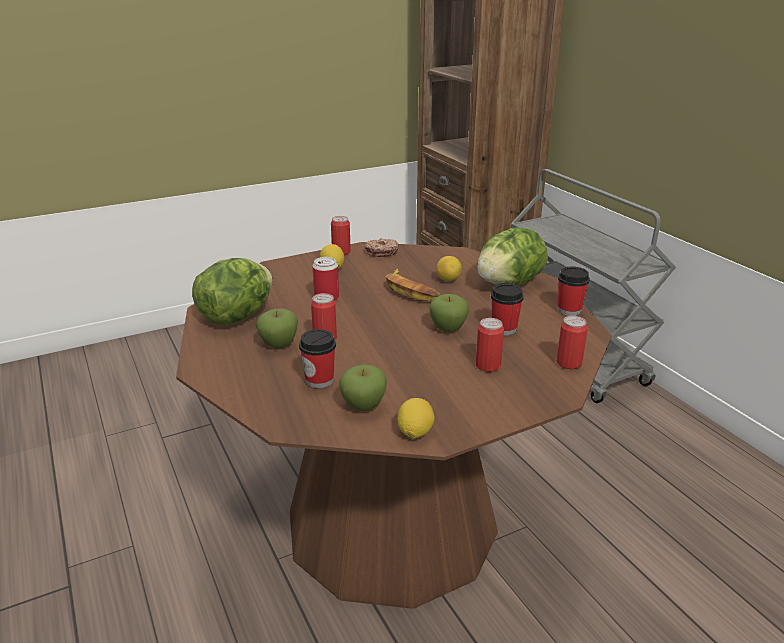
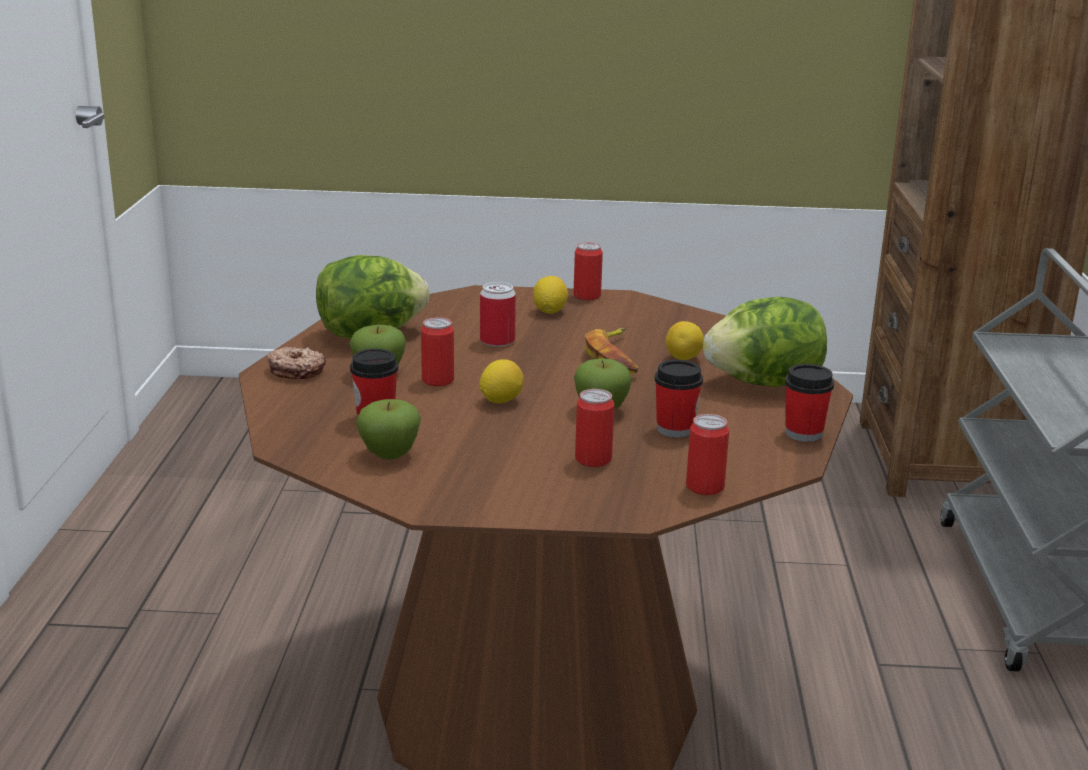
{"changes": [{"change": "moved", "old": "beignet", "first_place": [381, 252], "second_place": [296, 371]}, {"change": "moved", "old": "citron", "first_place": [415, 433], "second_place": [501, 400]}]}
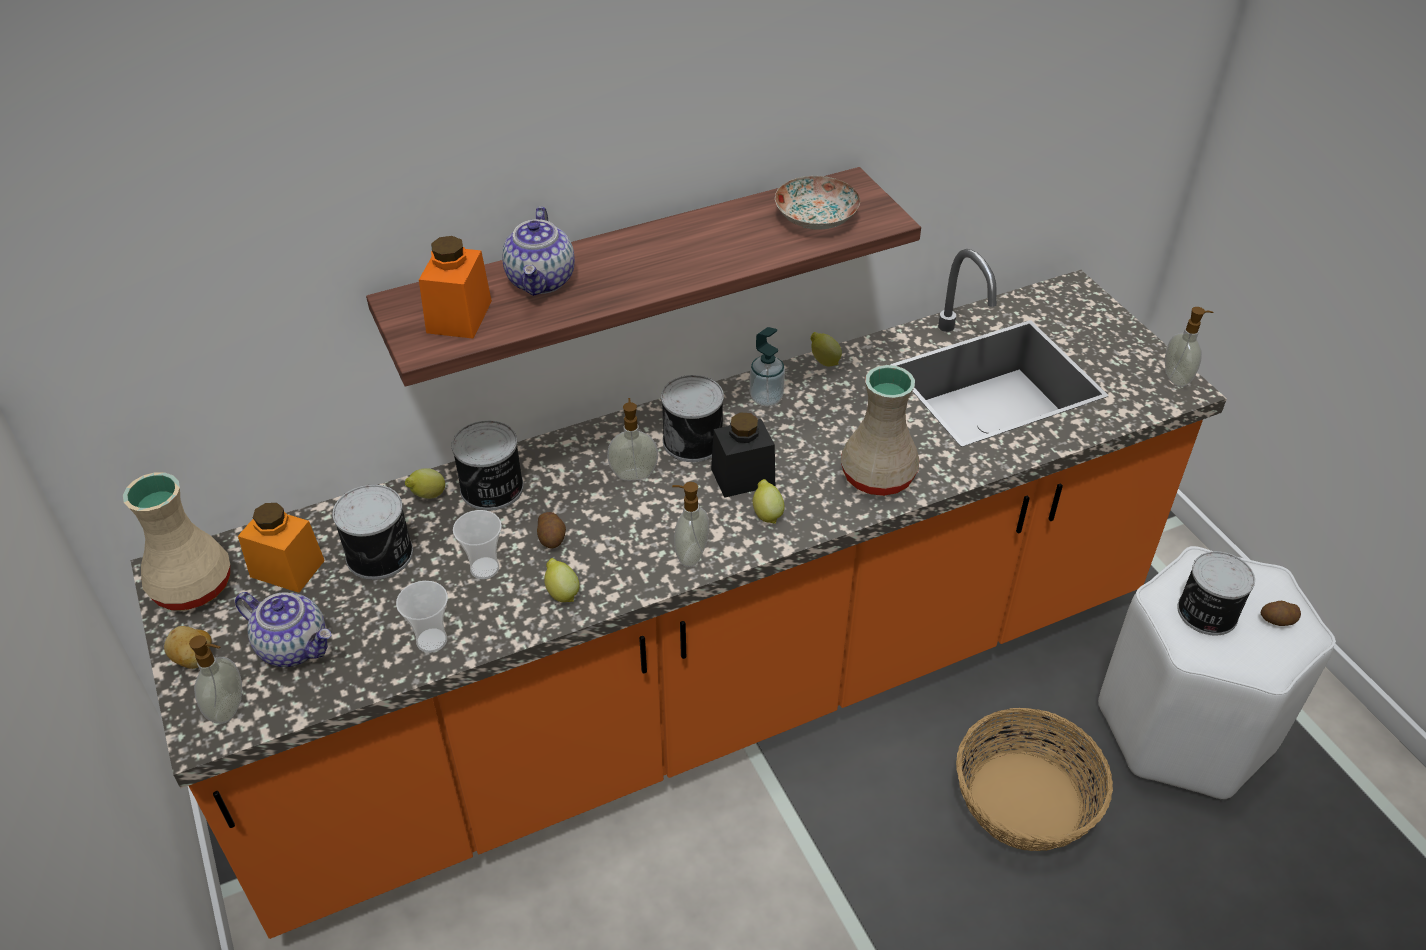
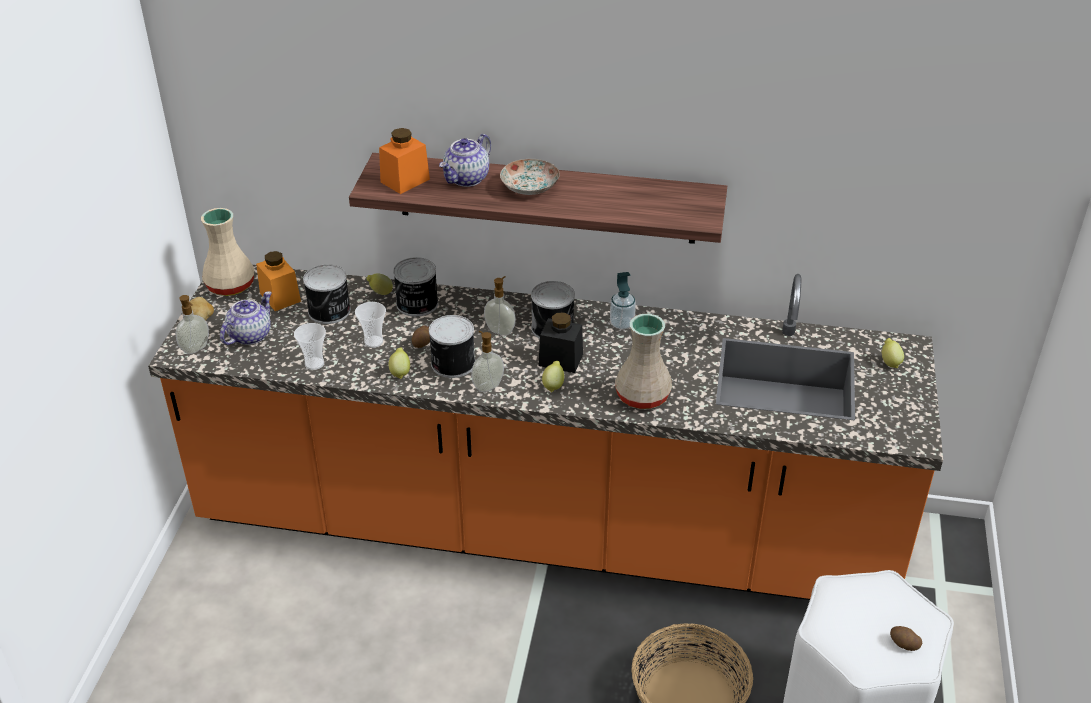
{"changes": [{"change": "removed", "old": "distributeur de savon", "first_place": [1177, 377]}, {"change": "moved", "old": "assiette", "first_place": [817, 218], "second_place": [530, 187]}, {"change": "moved", "old": "citron", "first_place": [824, 361], "second_place": [889, 362]}, {"change": "moved", "old": "boîte métallique", "first_place": [1206, 613], "second_place": [452, 363]}, {"change": "turned", "old": "théière", "first_place": [294, 646], "second_place": [250, 335], "degrees": -120}]}
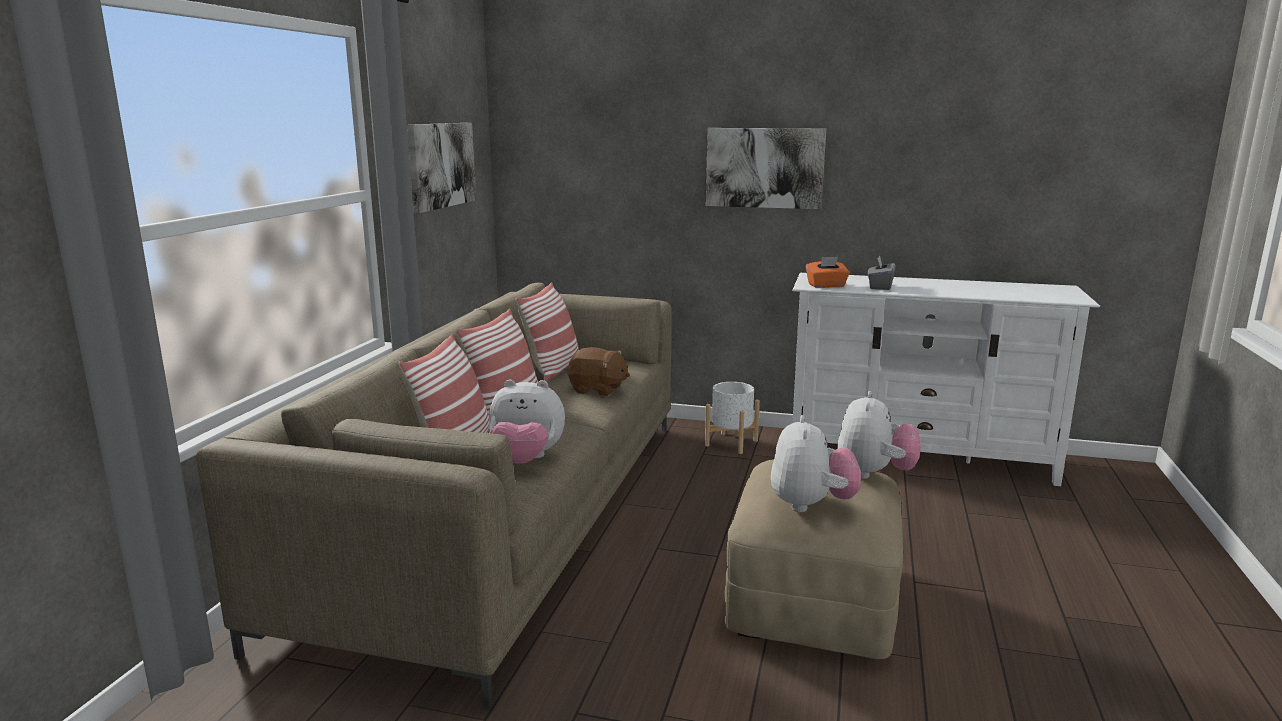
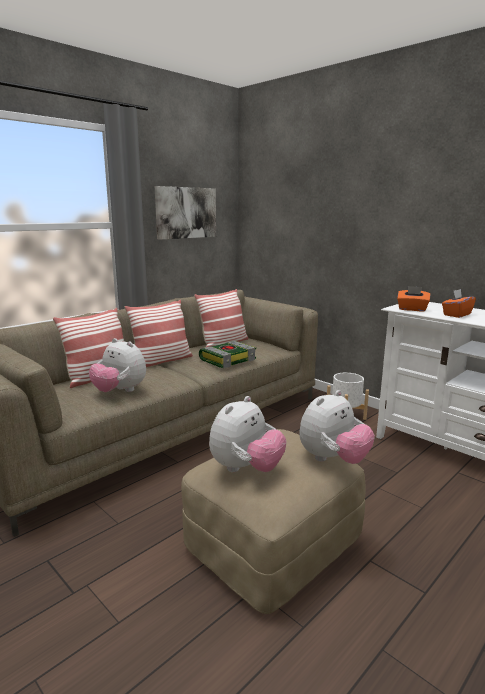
{"changes": [{"change": "removed", "old": "tableau", "first_place": [764, 168]}, {"change": "replaced", "old": "peluche/marron", "new": "livre", "first_place": [598, 390], "second_place": [227, 359]}, {"change": "recoloured", "old": "boîte à mouchoirs/gris", "new": "boîte à mouchoirs/orange", "first_place": [880, 286], "second_place": [456, 314]}]}
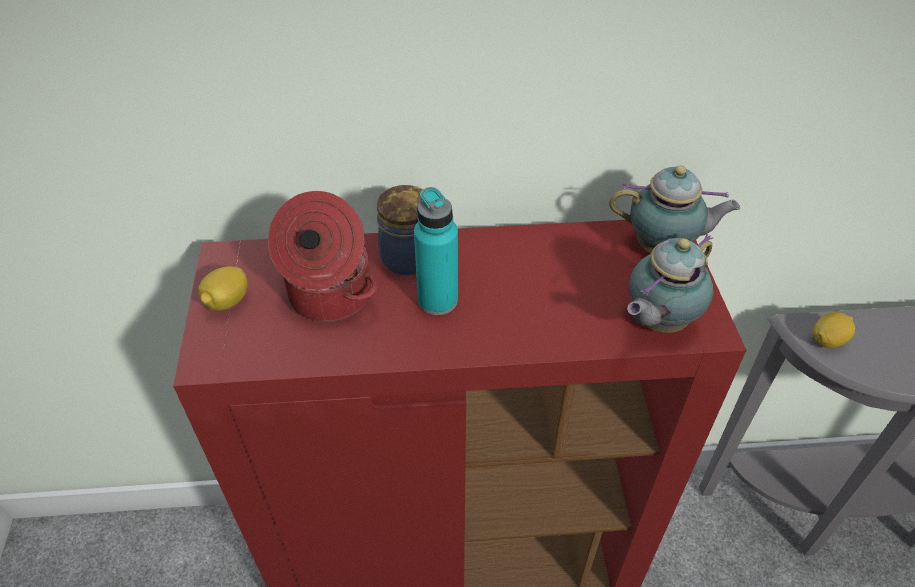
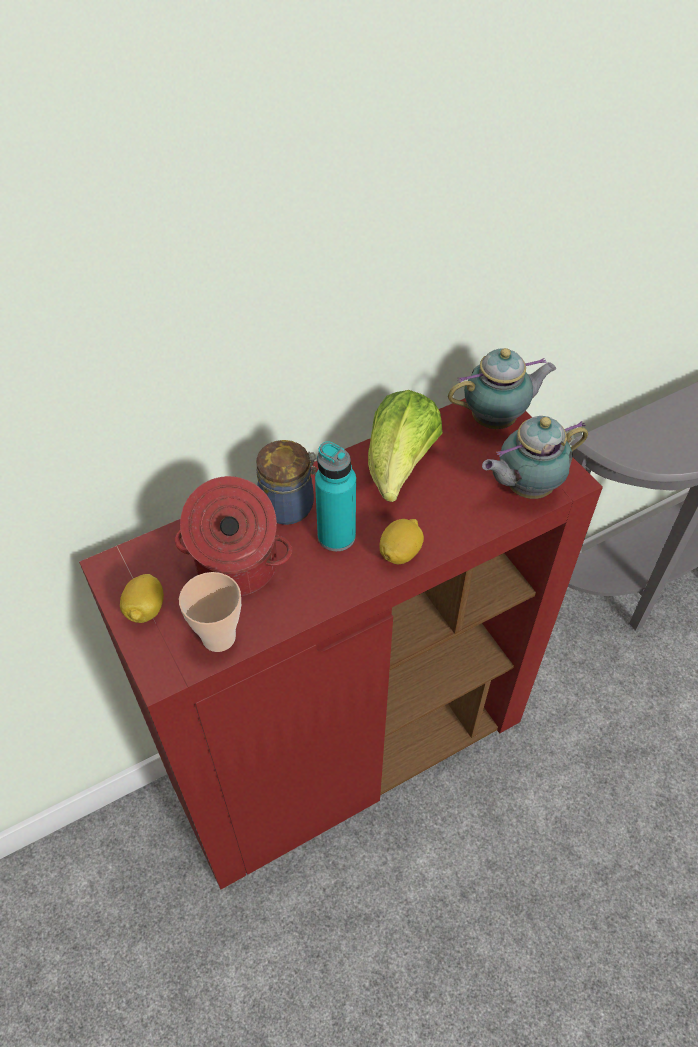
{"changes": [{"change": "added", "new": "tasse", "second_place": [219, 637]}, {"change": "added", "new": "laitue", "second_place": [399, 466]}, {"change": "moved", "old": "citron", "first_place": [828, 340], "second_place": [400, 552]}, {"change": "turned", "old": "théière", "first_place": [657, 321], "second_place": [525, 487], "degrees": 45}]}
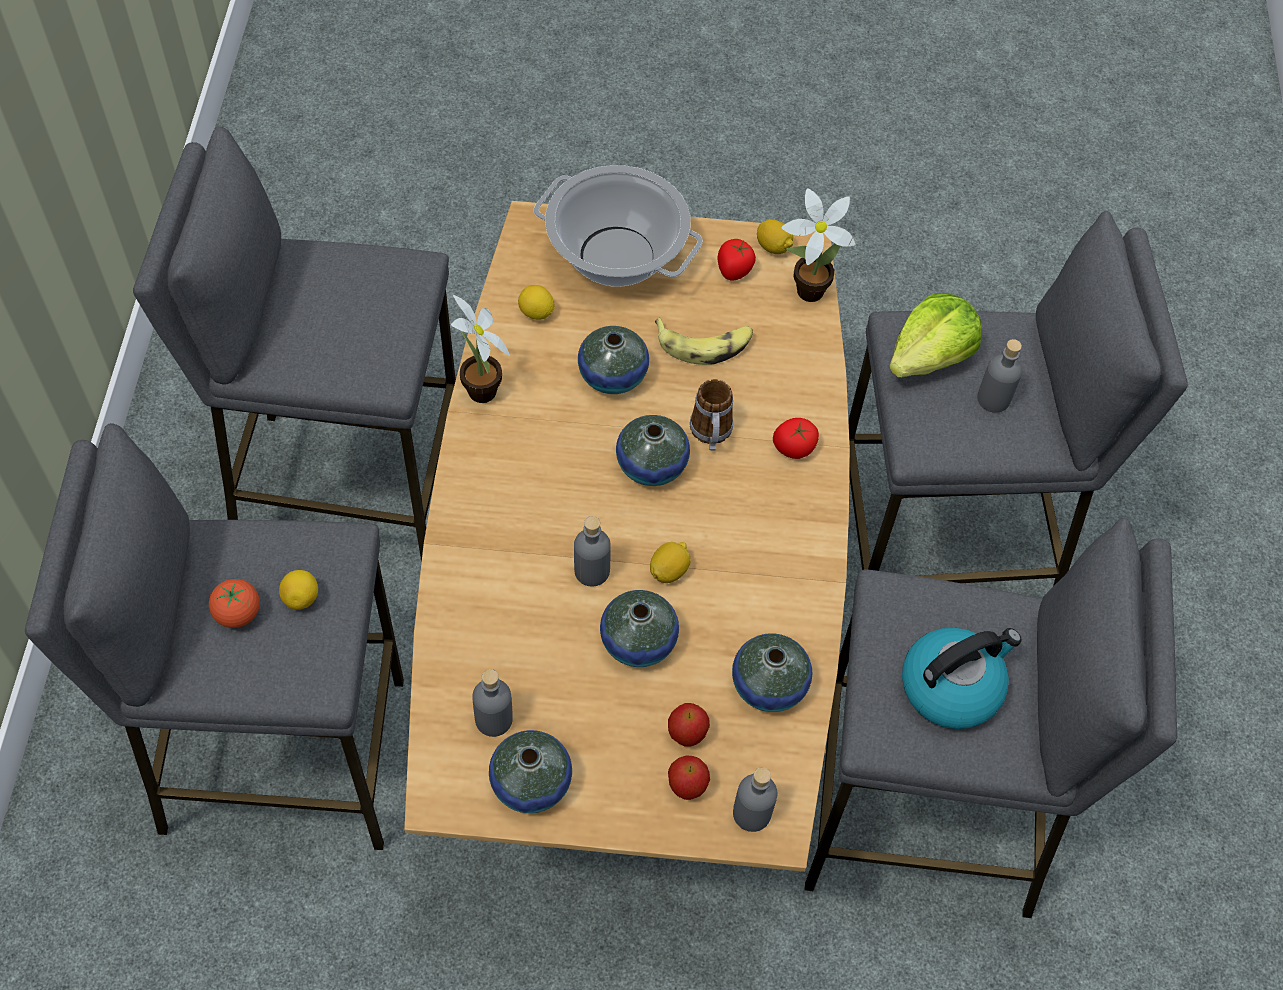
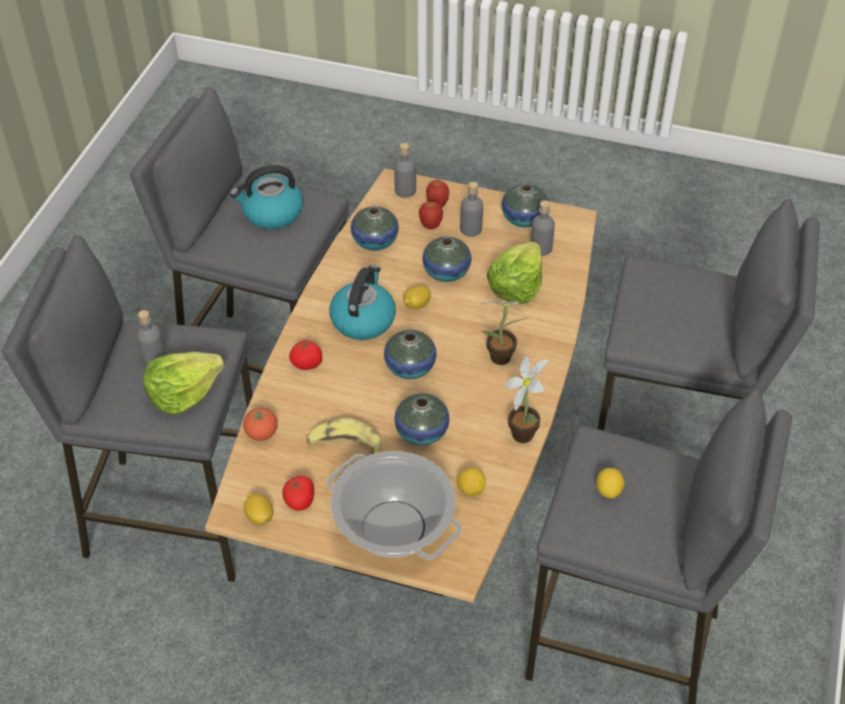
{"changes": [{"change": "removed", "old": "mug", "first_place": [711, 435]}, {"change": "added", "new": "bouilloire", "second_place": [363, 319]}, {"change": "added", "new": "laitue", "second_place": [516, 286]}, {"change": "moved", "old": "tomate", "first_place": [238, 614], "second_place": [261, 433]}, {"change": "moved", "old": "citron", "first_place": [301, 598], "second_place": [608, 491]}, {"change": "moved", "old": "bouteille/gris", "first_place": [592, 571], "second_place": [471, 229]}, {"change": "moved", "old": "plante en pot", "first_place": [805, 291], "second_place": [504, 358]}]}
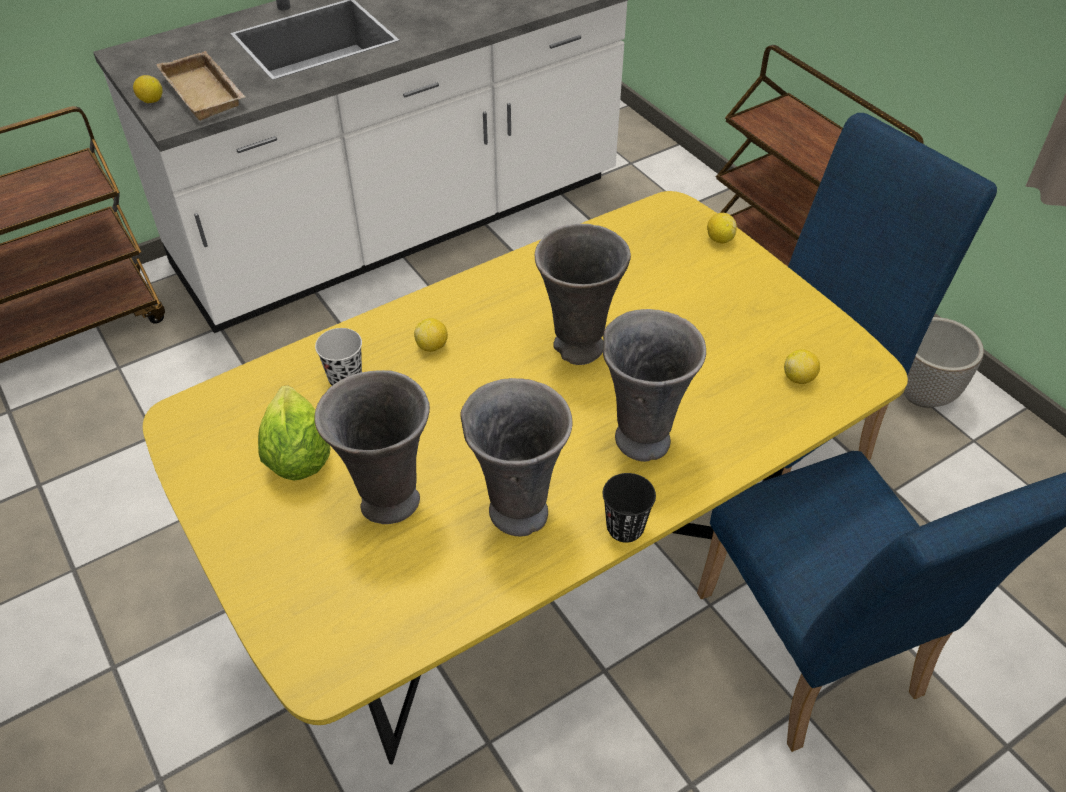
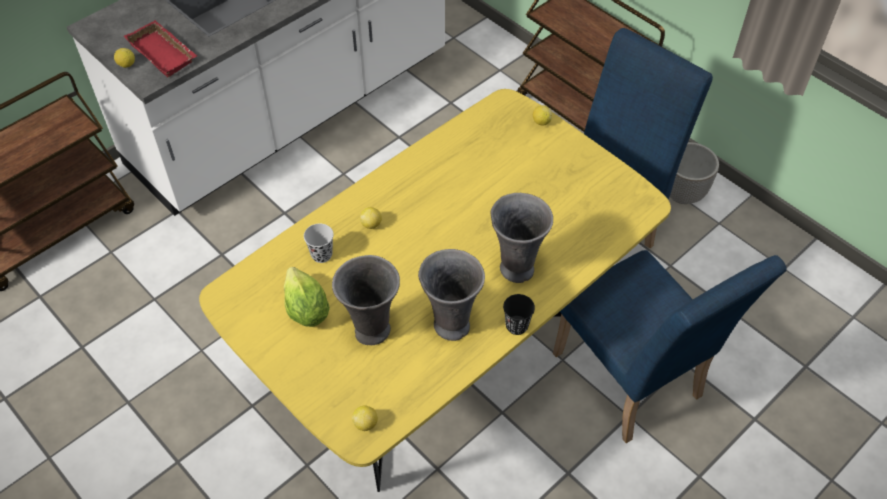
{"changes": [{"change": "removed", "old": "vase/gris", "first_place": [578, 348]}, {"change": "moved", "old": "citron", "first_place": [799, 378], "second_place": [366, 423]}, {"change": "recoloured", "old": "plateau/beige", "new": "plateau/rouge", "first_place": [206, 92], "second_place": [164, 53]}]}
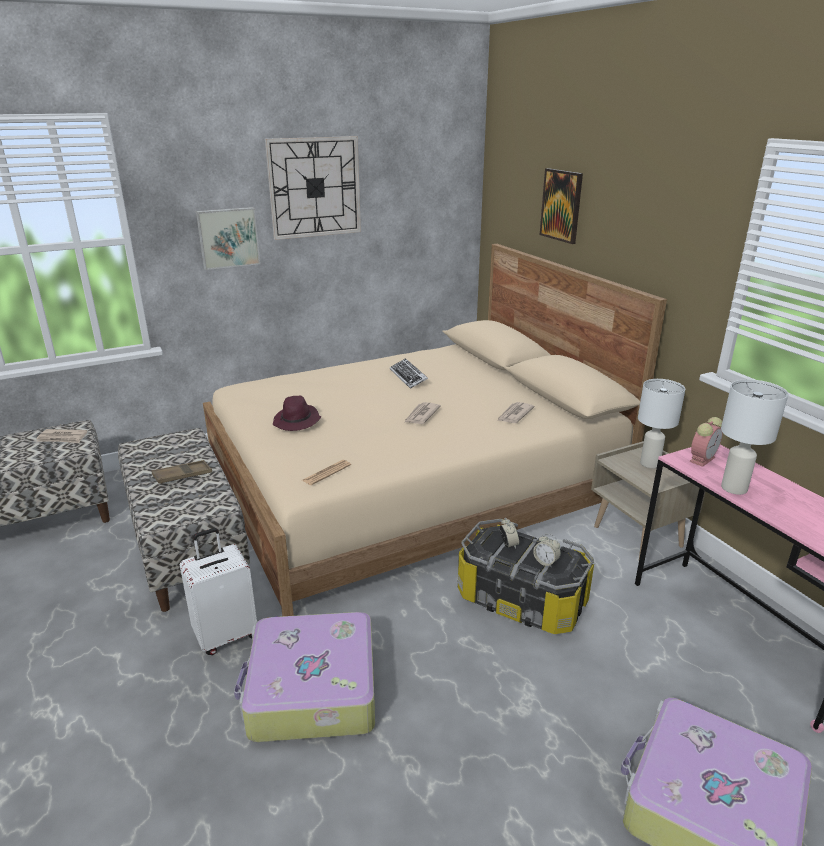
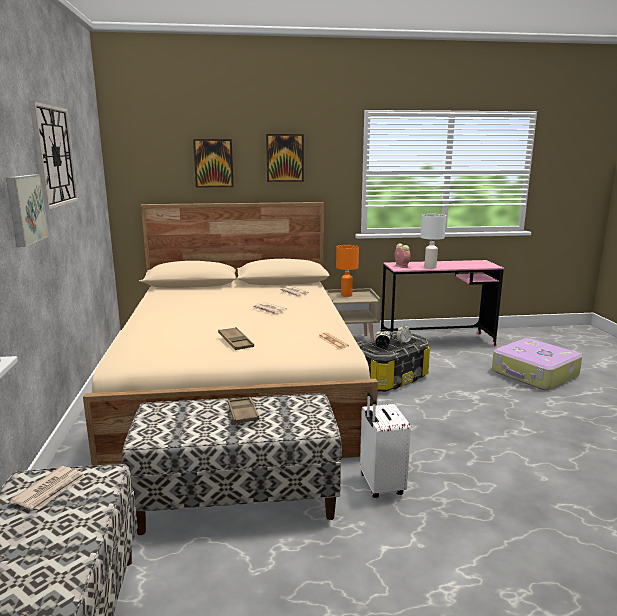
{"changes": [{"change": "removed", "old": "valise", "first_place": [311, 690]}, {"change": "removed", "old": "clavier", "first_place": [408, 377]}, {"change": "added", "new": "tableau", "second_place": [285, 158]}, {"change": "replaced", "old": "chapeau/violet", "new": "plateau/marron", "first_place": [297, 422], "second_place": [235, 342]}, {"change": "recoloured", "old": "lampe de table/blanc", "new": "lampe de table/orange", "first_place": [650, 463], "second_place": [346, 295]}]}
